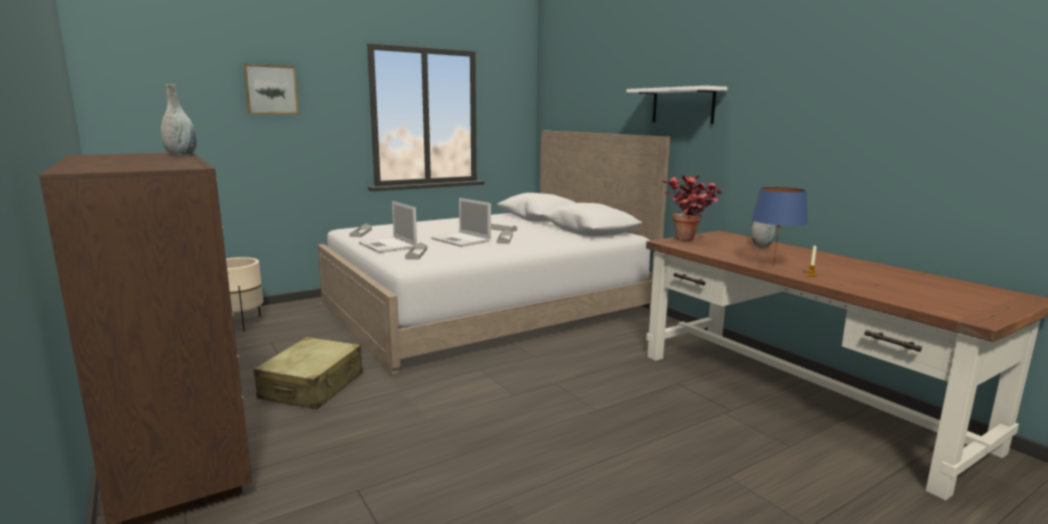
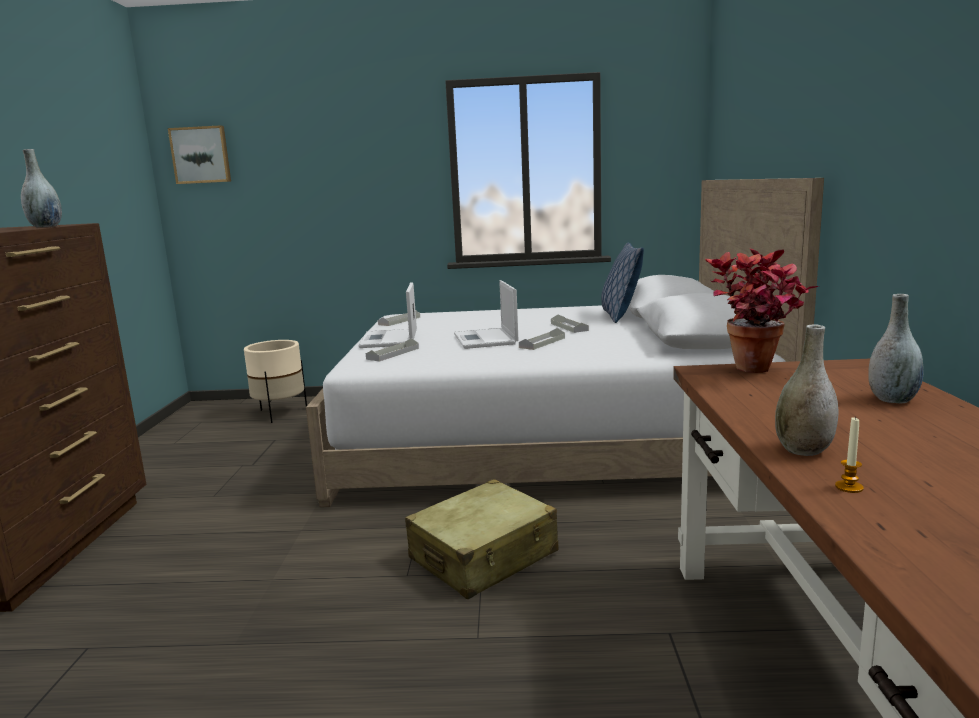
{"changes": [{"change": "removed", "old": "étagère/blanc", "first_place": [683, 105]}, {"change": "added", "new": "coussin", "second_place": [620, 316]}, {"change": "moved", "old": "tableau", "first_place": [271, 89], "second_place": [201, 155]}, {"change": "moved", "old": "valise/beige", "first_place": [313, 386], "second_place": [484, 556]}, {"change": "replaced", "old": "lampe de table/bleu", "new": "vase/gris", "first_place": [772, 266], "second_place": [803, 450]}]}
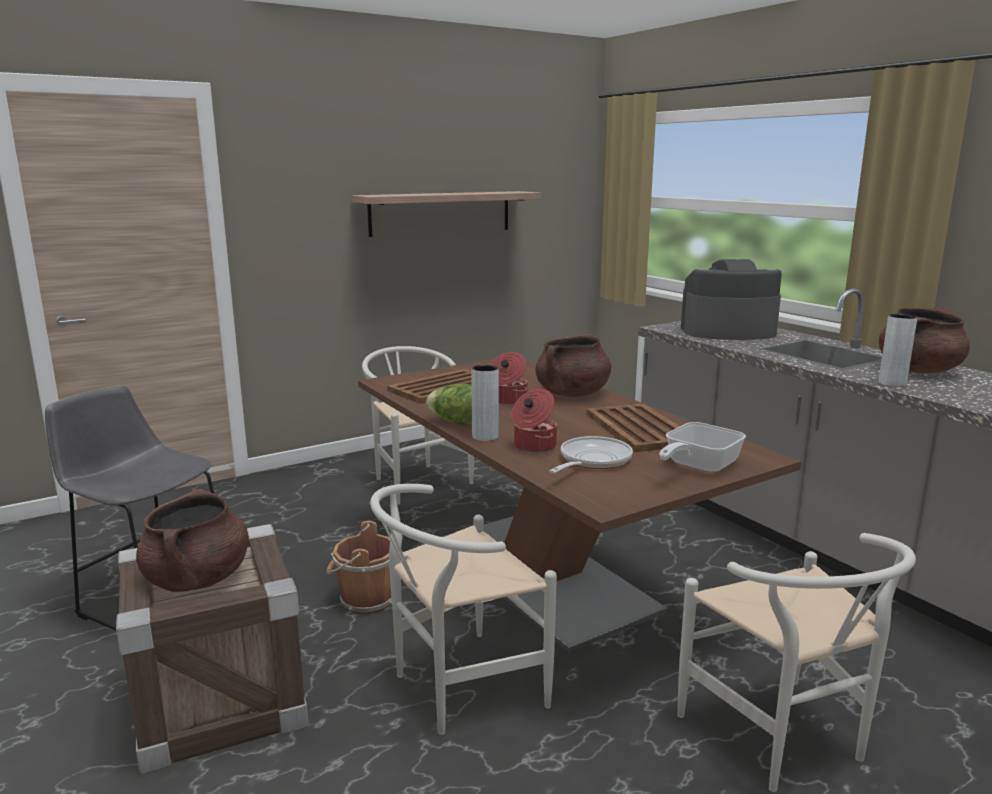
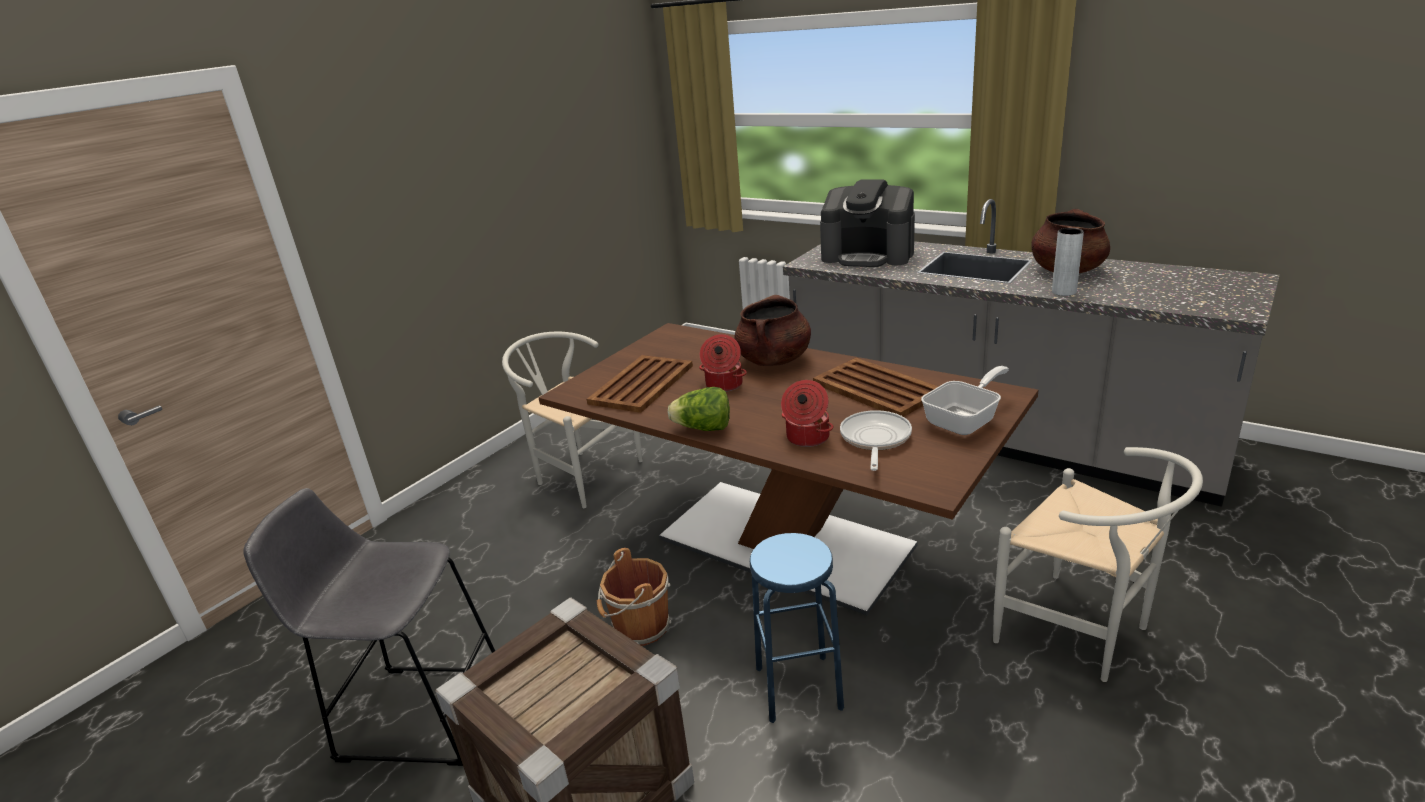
{"changes": [{"change": "removed", "old": "marmite/marron", "first_place": [197, 579]}, {"change": "removed", "old": "étagère", "first_place": [441, 213]}, {"change": "removed", "old": "vase/gris", "first_place": [485, 437]}, {"change": "replaced", "old": "chaise/blanc", "new": "tabouret/bleu", "first_place": [457, 688], "second_place": [798, 688]}, {"change": "turned", "old": "poêle", "first_place": [697, 466], "second_place": [966, 420], "degrees": -150}, {"change": "turned", "old": "machine à café", "first_place": [727, 331], "second_place": [868, 255], "degrees": -135}]}
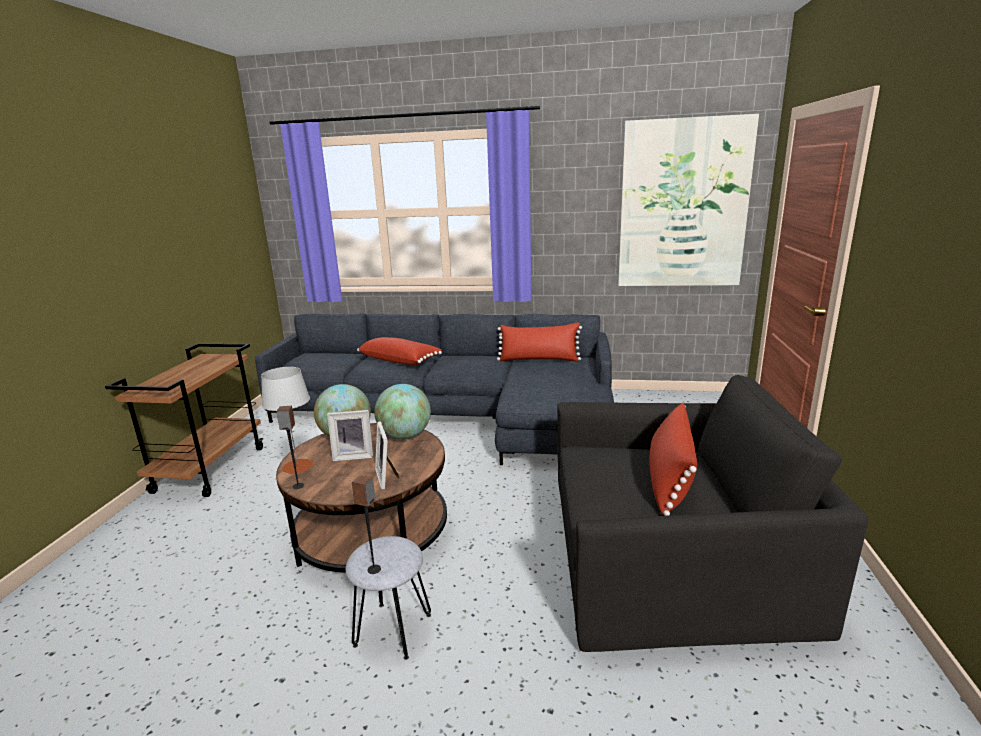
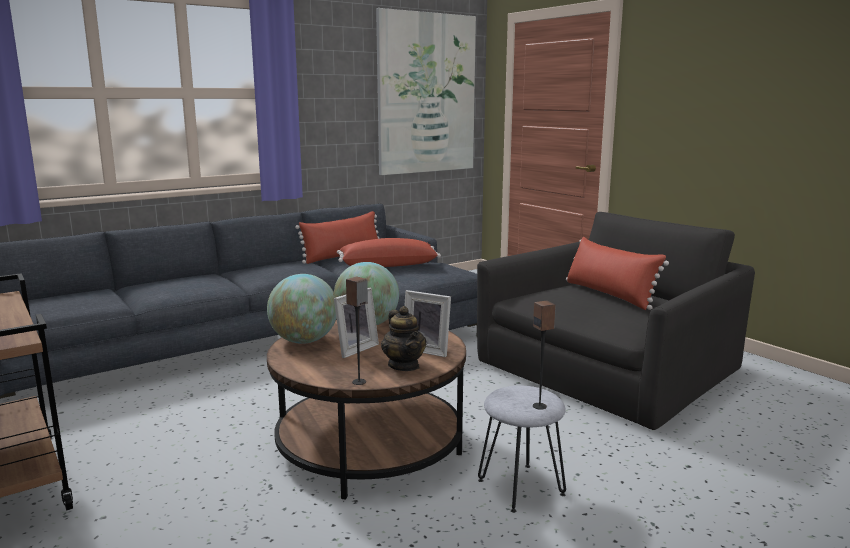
{"changes": [{"change": "removed", "old": "lampe de table/gris", "first_place": [297, 466]}, {"change": "added", "new": "théière", "second_place": [404, 365]}, {"change": "moved", "old": "coussin/rouge", "first_place": [400, 360], "second_place": [388, 265]}]}
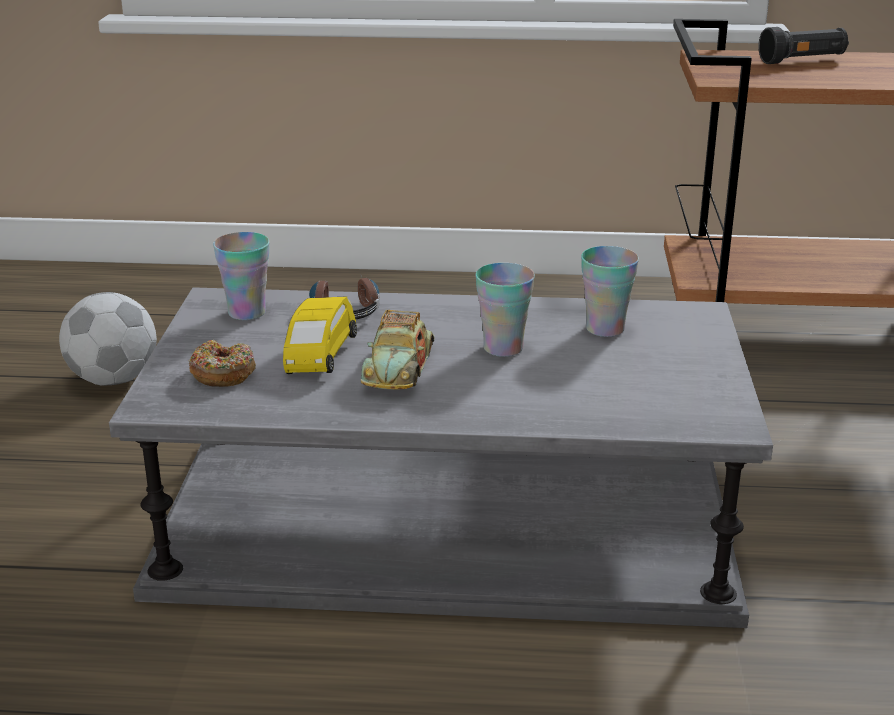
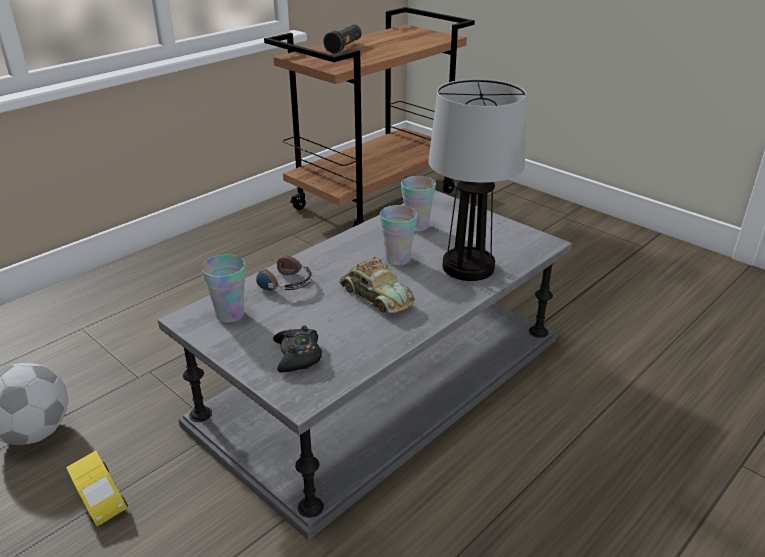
{"changes": [{"change": "added", "new": "lampe de table", "second_place": [468, 266]}, {"change": "moved", "old": "petite voiture/jaune", "first_place": [319, 357], "second_place": [99, 499]}, {"change": "replaced", "old": "beignet", "new": "manette/noir", "first_place": [222, 374], "second_place": [298, 355]}]}
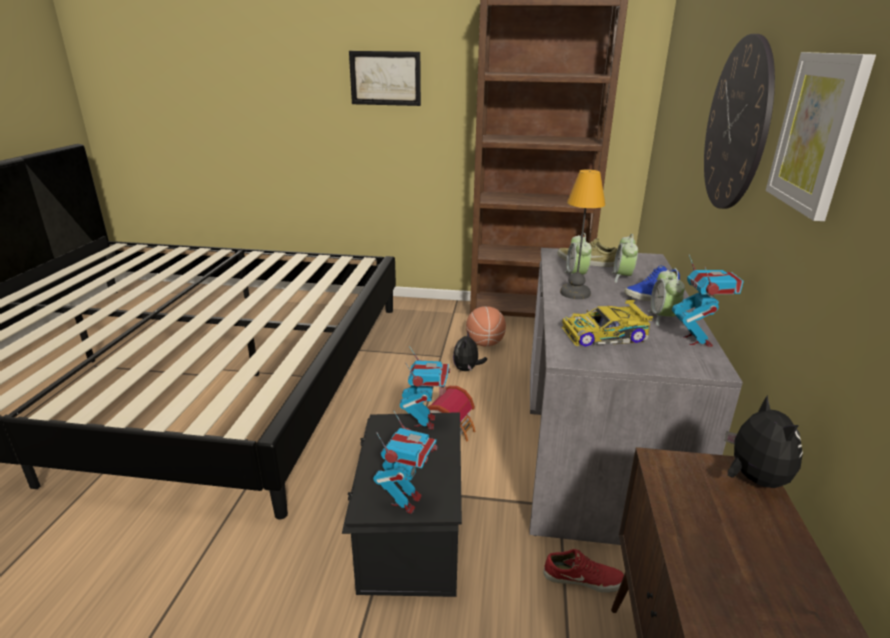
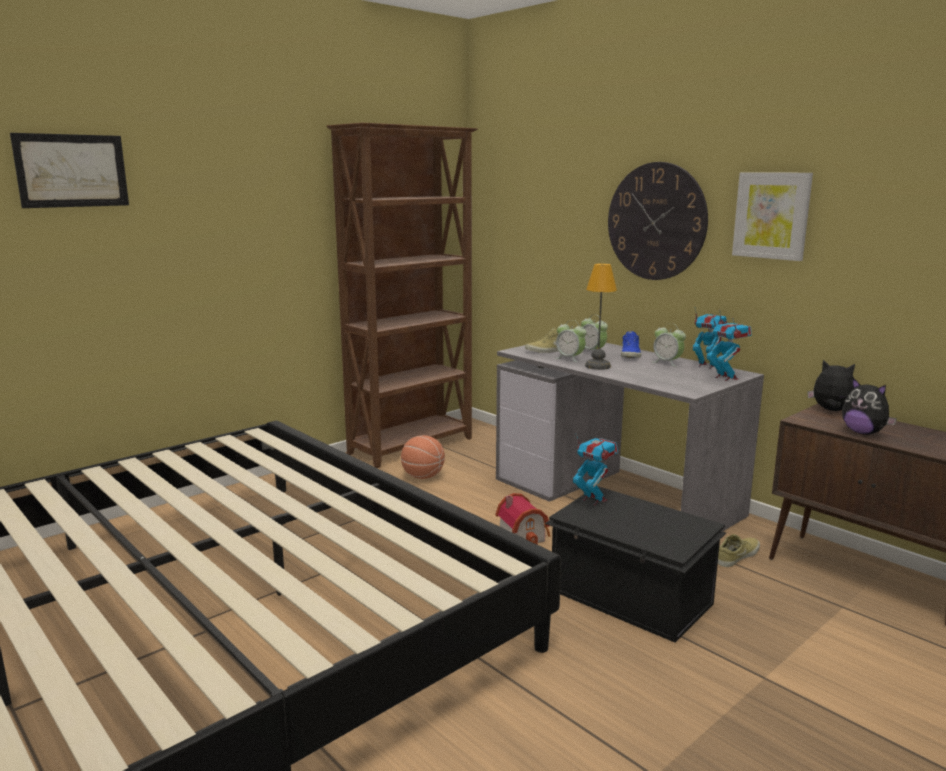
{"changes": [{"change": "removed", "old": "petite voiture", "first_place": [605, 335]}, {"change": "moved", "old": "tableau", "first_place": [385, 78], "second_place": [72, 171]}, {"change": "moved", "old": "robot jouet", "first_place": [406, 501], "second_place": [725, 378]}, {"change": "moved", "old": "peluche", "first_place": [467, 369], "second_place": [863, 433]}, {"change": "recoloured", "old": "chaussure/rouge", "new": "chaussure/beige", "first_place": [583, 578], "second_place": [736, 556]}]}
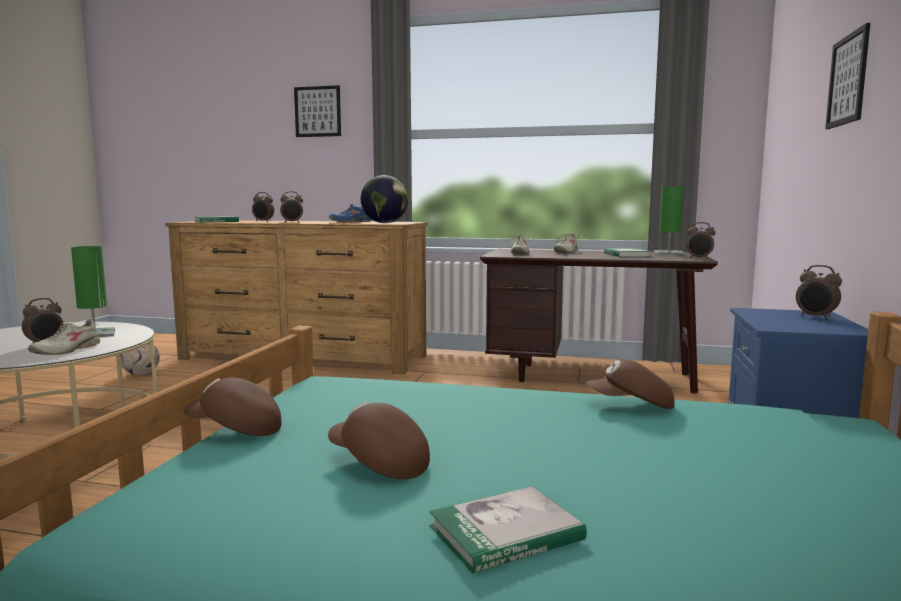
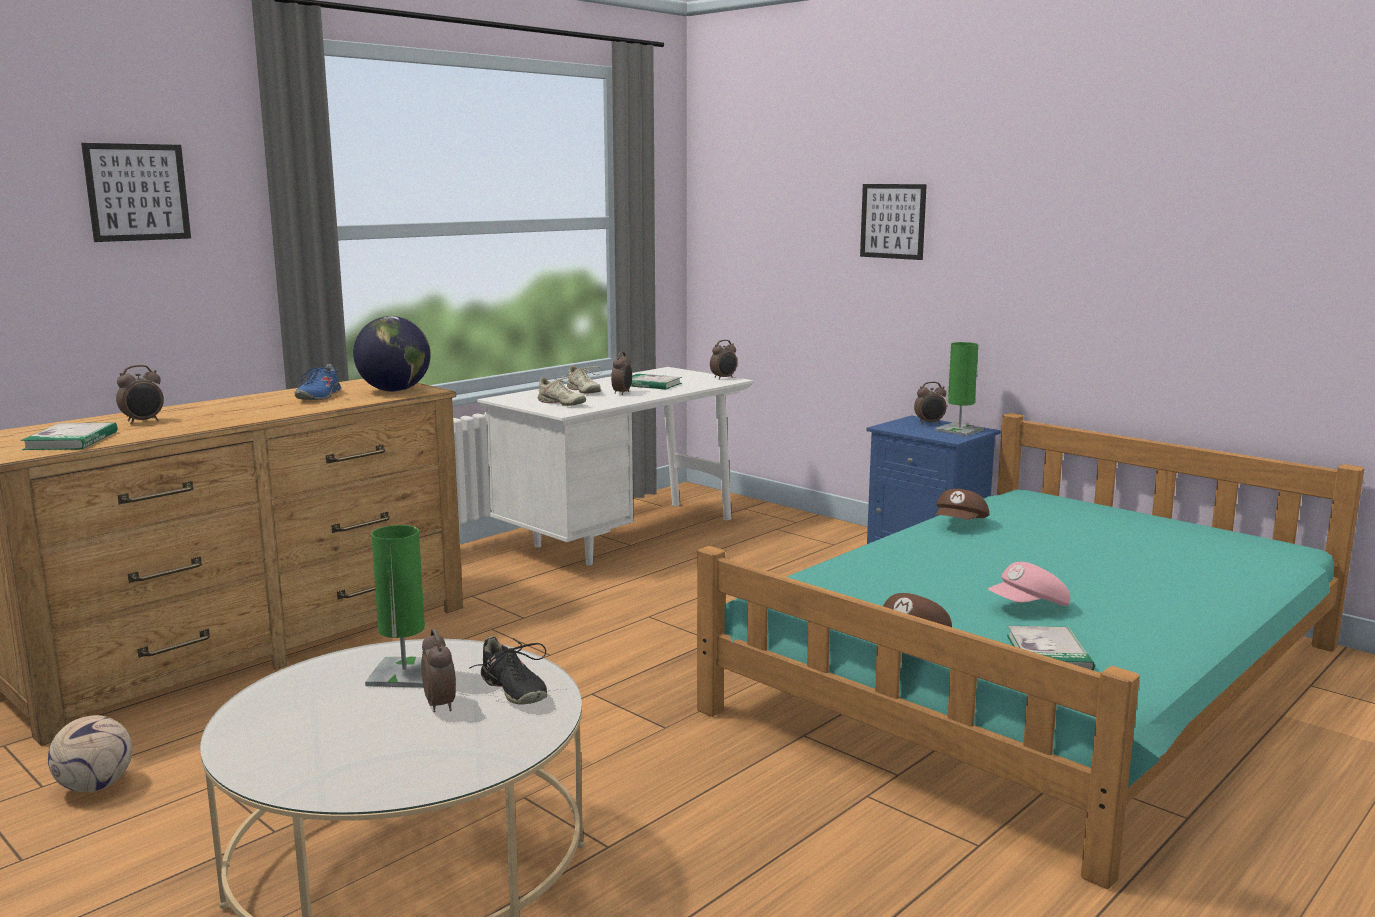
{"changes": [{"change": "moved", "old": "réveil", "first_place": [292, 222], "second_place": [622, 393]}, {"change": "moved", "old": "livre", "first_place": [506, 533], "second_place": [1048, 653]}, {"change": "moved", "old": "lampe de table/vert", "first_place": [668, 253], "second_place": [959, 430]}, {"change": "recoloured", "old": "chaussure/beige", "new": "chaussure/noir", "first_place": [67, 350], "second_place": [512, 690]}, {"change": "recoloured", "old": "casquette/marron", "new": "casquette/rose", "first_place": [378, 464], "second_place": [1029, 607]}, {"change": "recoloured", "old": "bureau/marron", "new": "bureau/blanc", "first_place": [590, 376], "second_place": [623, 536]}]}
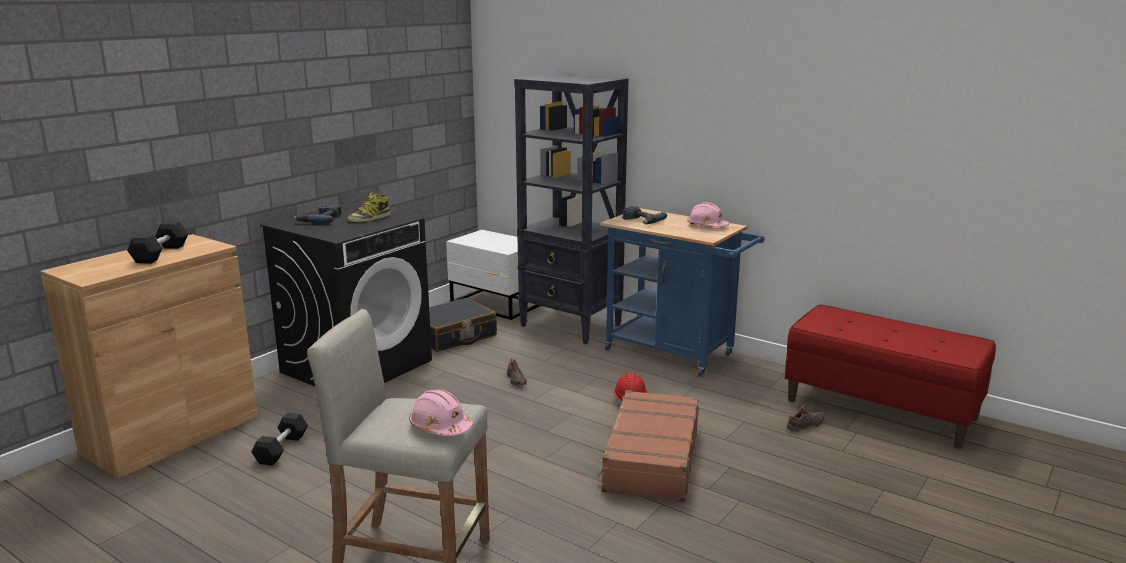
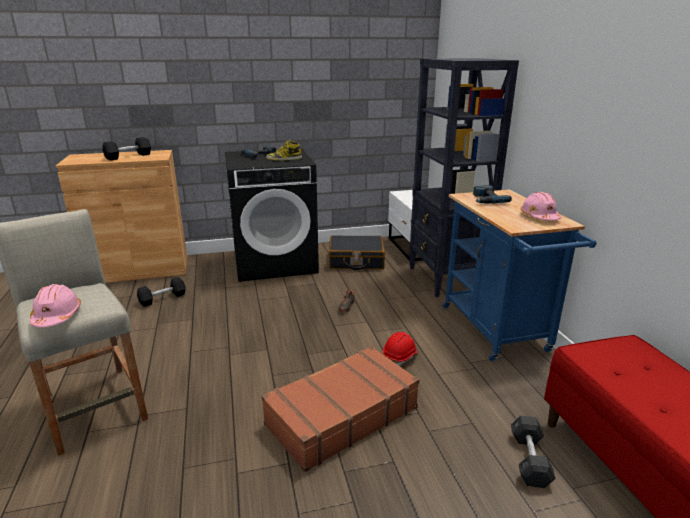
{"changes": [{"change": "replaced", "old": "chaussure/noir", "new": "haltère/gris", "first_place": [806, 426], "second_place": [529, 460]}]}
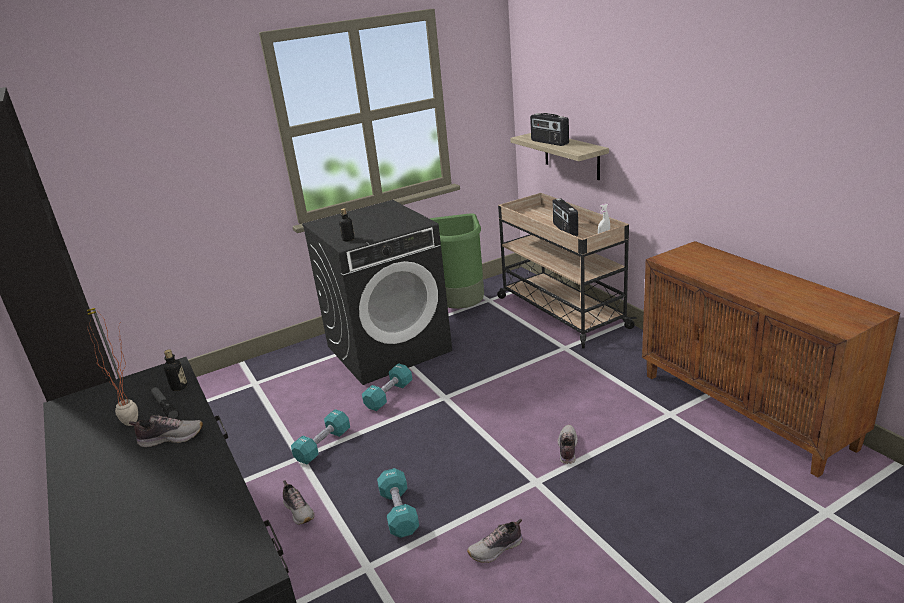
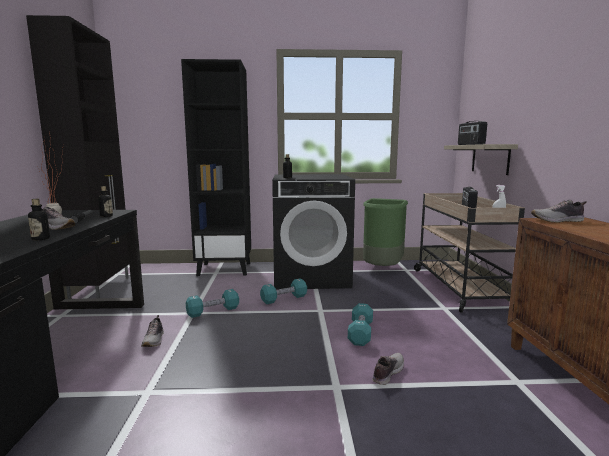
{"changes": [{"change": "added", "new": "bouteille", "second_place": [41, 239]}, {"change": "added", "new": "bibliothèque/noir", "second_place": [225, 269]}, {"change": "moved", "old": "haltère/turquoise", "first_place": [399, 512], "second_place": [360, 333]}, {"change": "moved", "old": "chaussure", "first_place": [496, 549], "second_place": [558, 221]}]}
